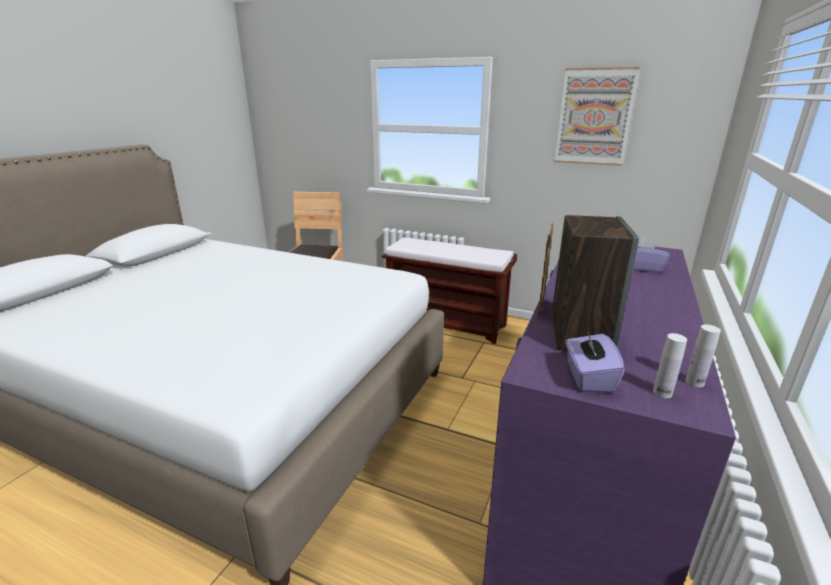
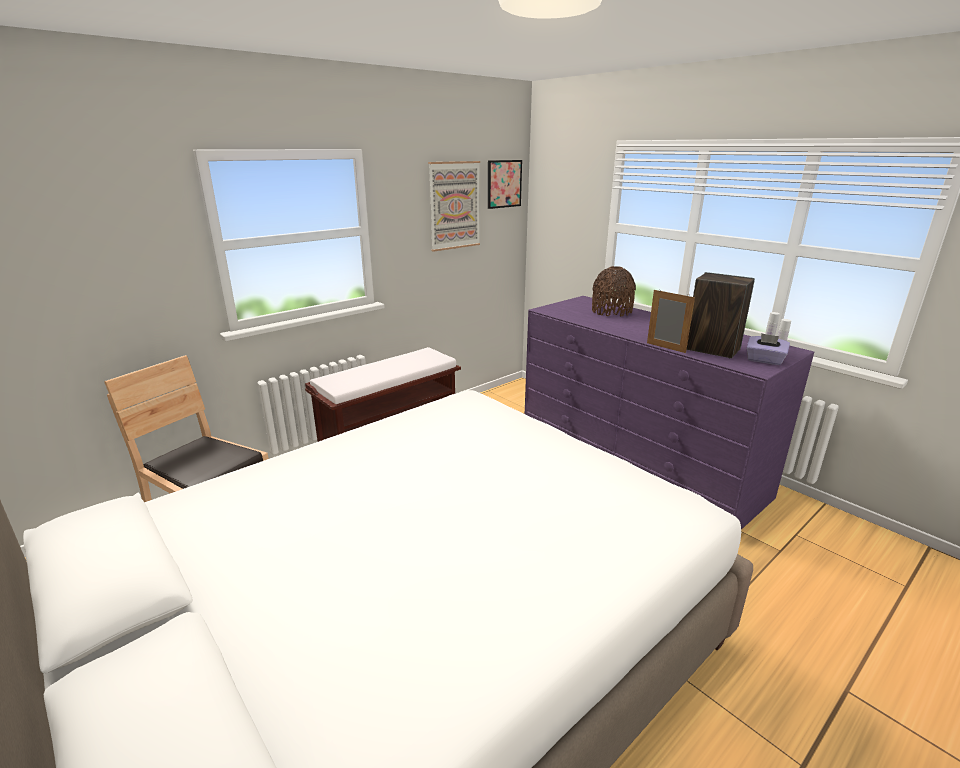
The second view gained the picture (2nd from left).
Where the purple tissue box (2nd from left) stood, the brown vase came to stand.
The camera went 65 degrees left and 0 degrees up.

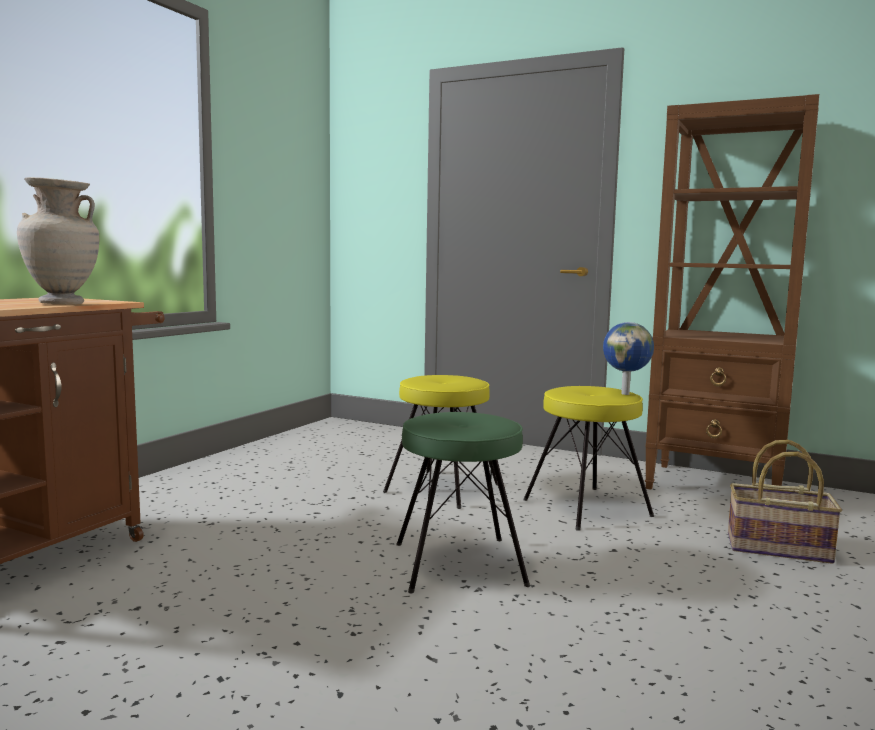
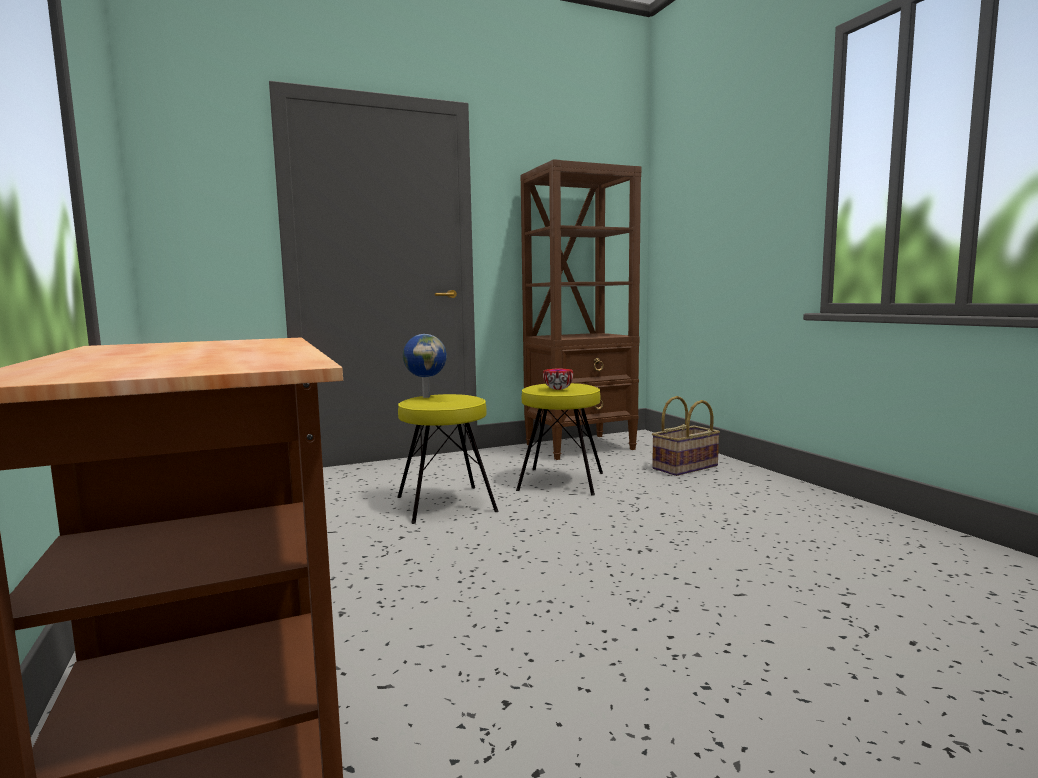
The globe ended up elsewhere.
The second view gained the bowl.
The second view lost the beige vase.
The second view lost the green stool.
The camera went 50 degrees left and 0 degrees up.

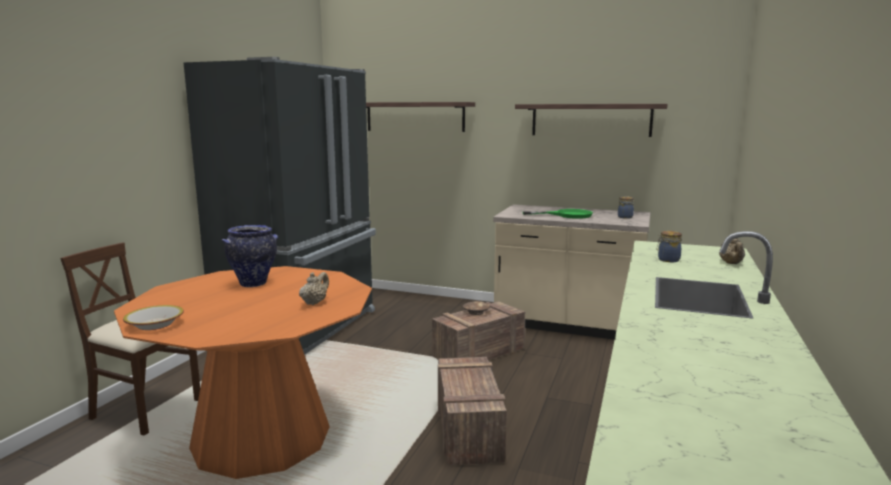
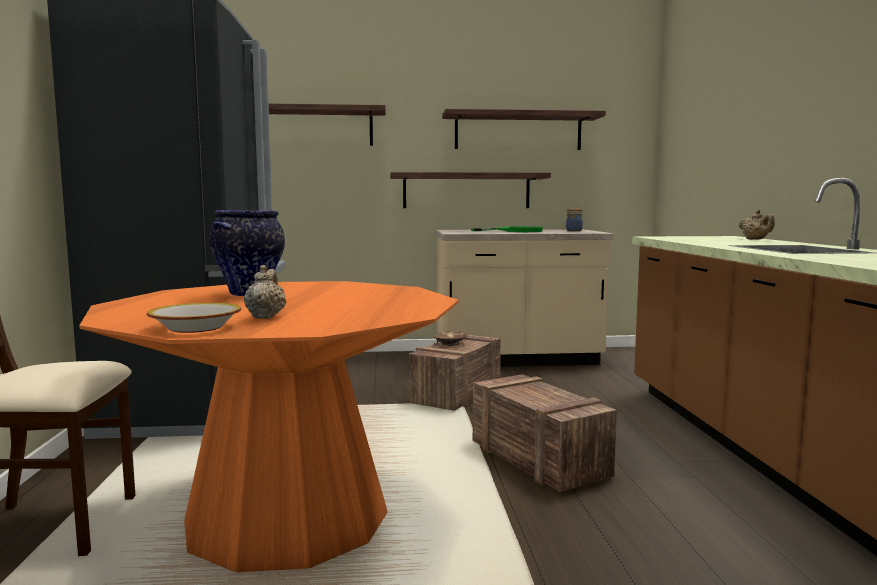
The beige teapot (1st from left) ended up elsewhere.
The second view gained the shelf (2nd from left).
The second view lost the jar (2nd from left).
The camera went 25 degrees left and 5 degrees down.

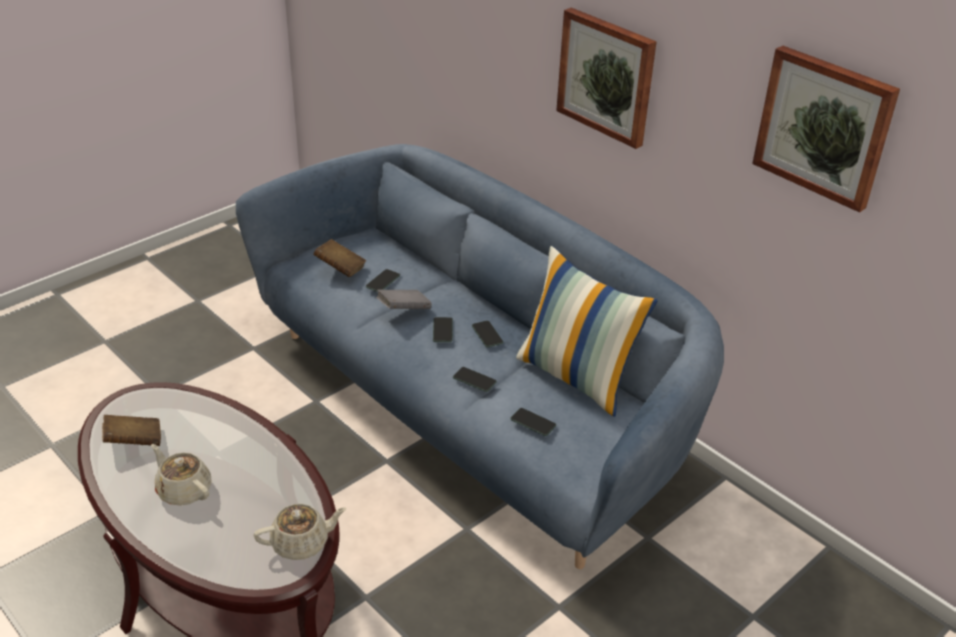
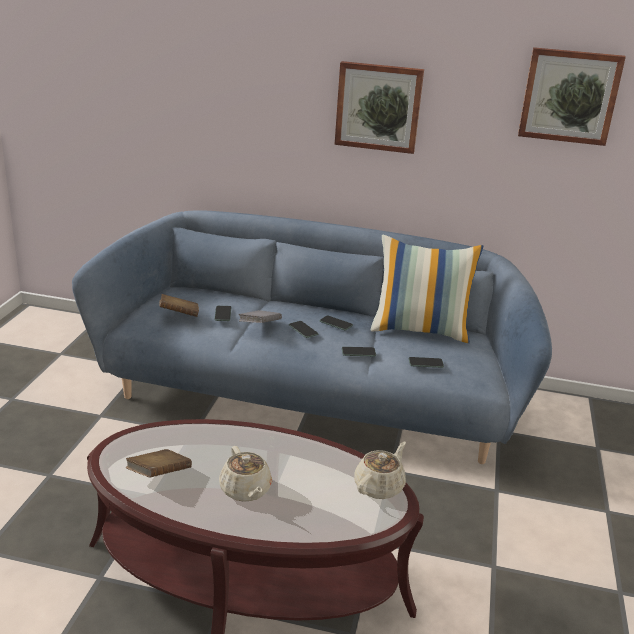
The beige teapot (1st from left) ended up facing another way, 120 degrees counterclockwise from before.
The camera went 35 degrees left and 10 degrees down.

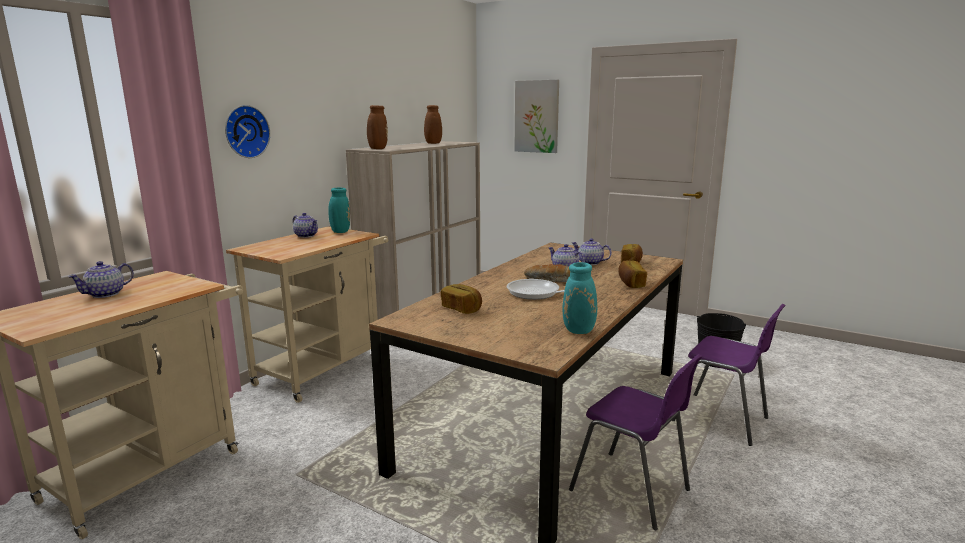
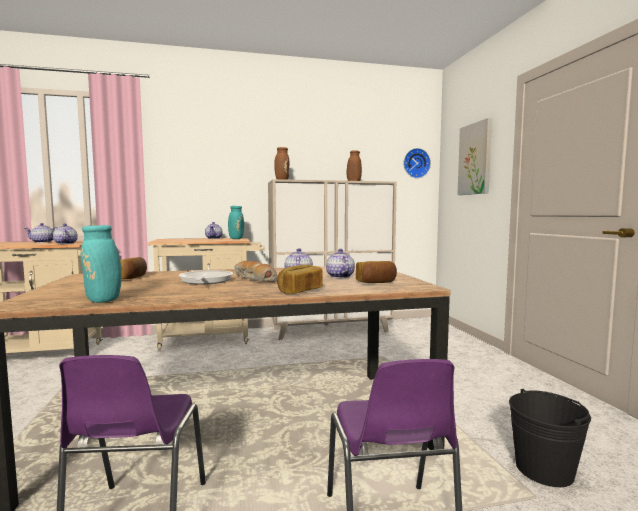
The second view gained the teapot (2nd from left).
The wall clock ended up elsewhere.
The camera went 45 degrees right and 10 degrees down.

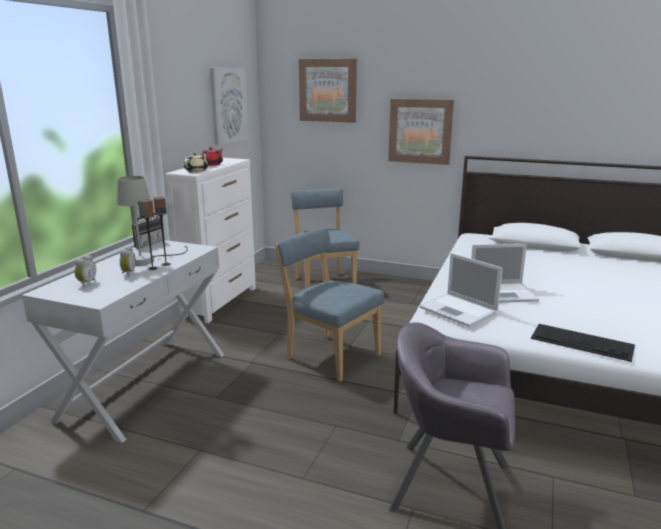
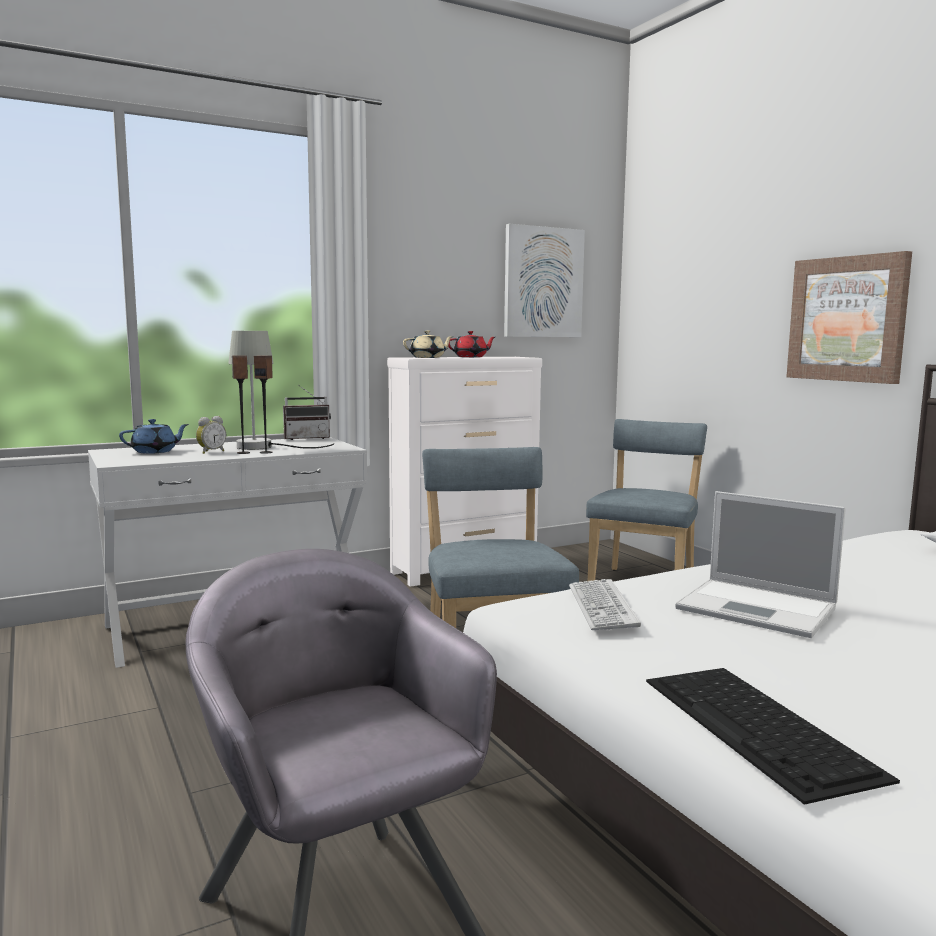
Where the alarm clock (1st from left) stood, the blue teapot came to stand.
Where the laptop (1st from left) stood, the keyboard (1st from left) came to stand.
The second view lost the picture (2nd from left).
The camera went 40 degrees right and 10 degrees down.

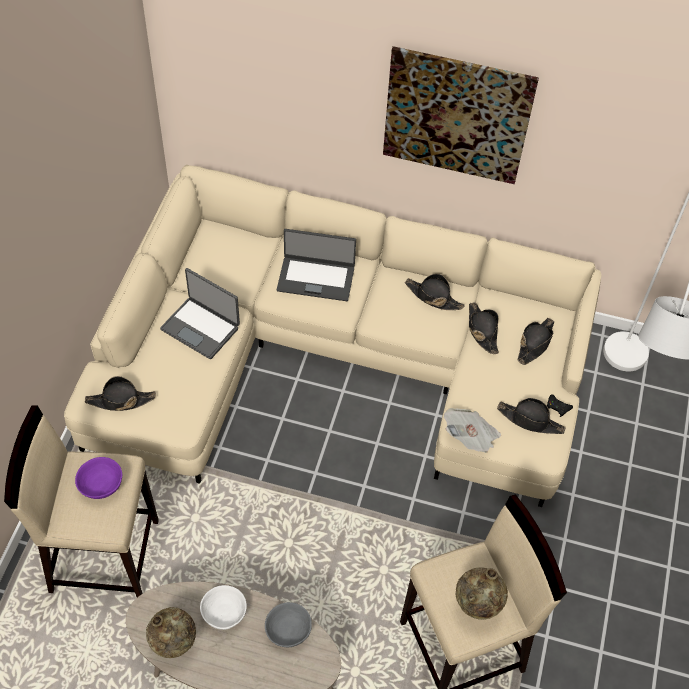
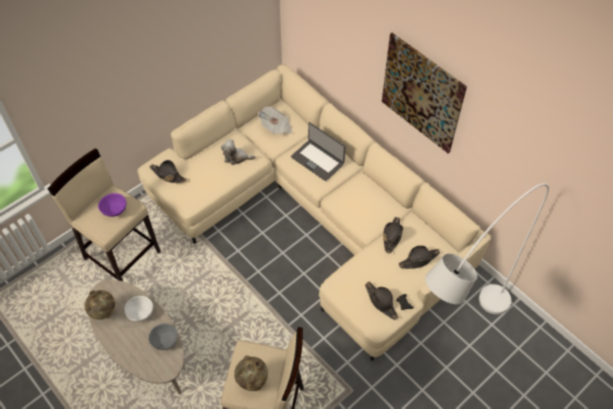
Where the laptop (1st from left) stood, the plush toy came to stand.
The newspaper ended up elsewhere.
The second view lost the black hat (2nd from left).
The camera went 35 degrees right and 0 degrees up.

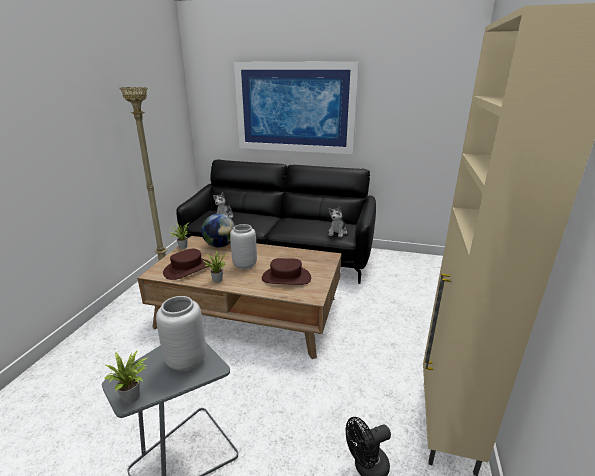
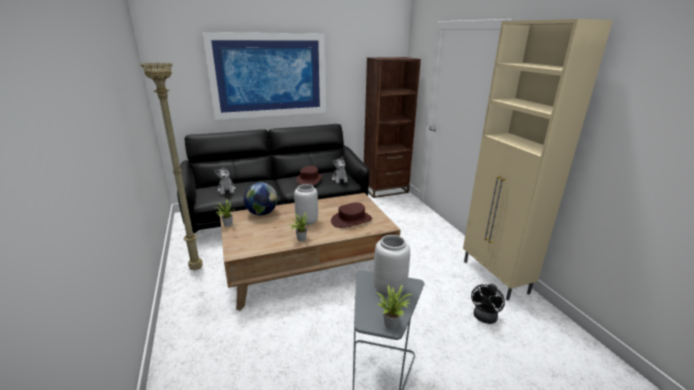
The brown hat (1st from left) ended up elsewhere.
The second view gained the brown bookcase.
The camera went 35 degrees left and 0 degrees up.

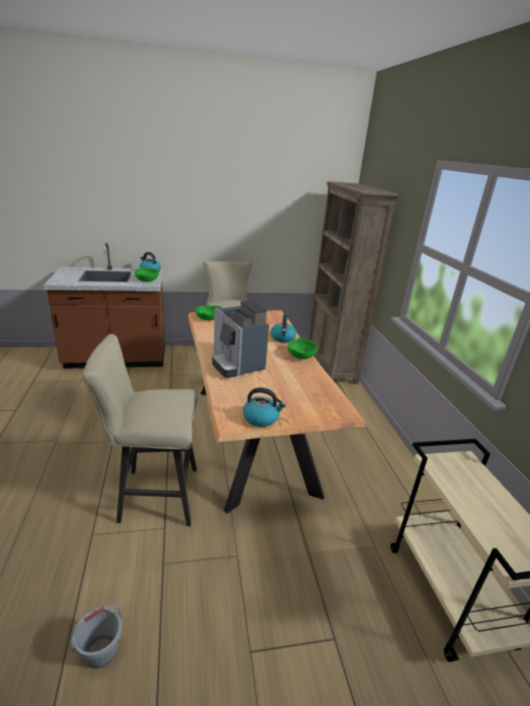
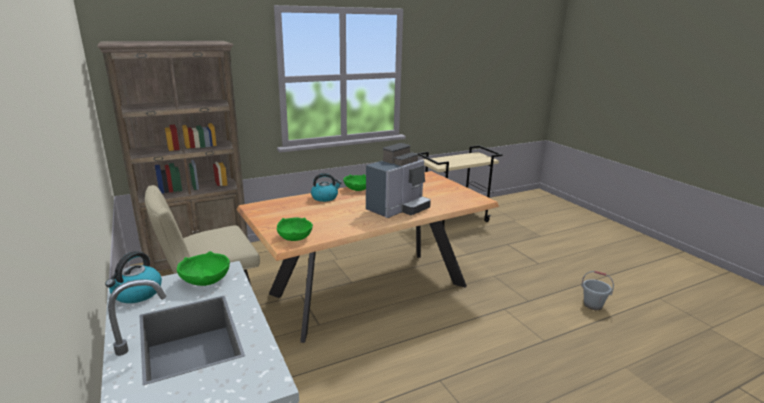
The second view lost the beige stool (1st from left).
The second view lost the kettle (2nd from left).
The camera went 105 degrees left and 5 degrees down.

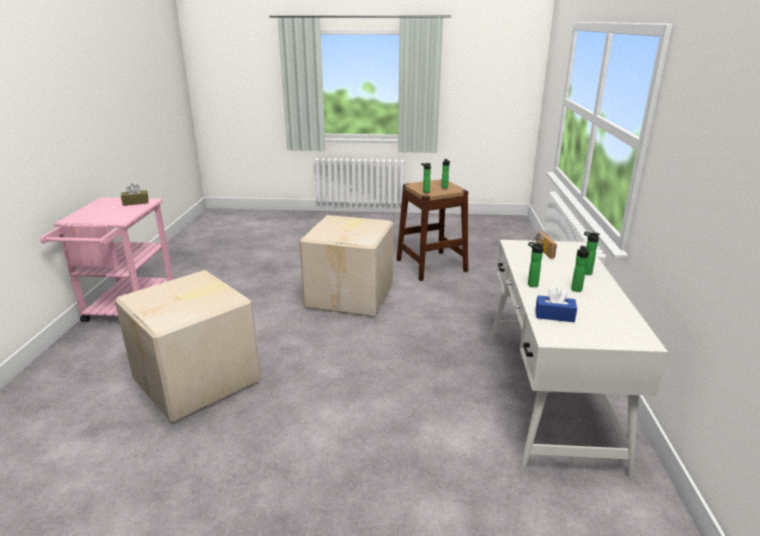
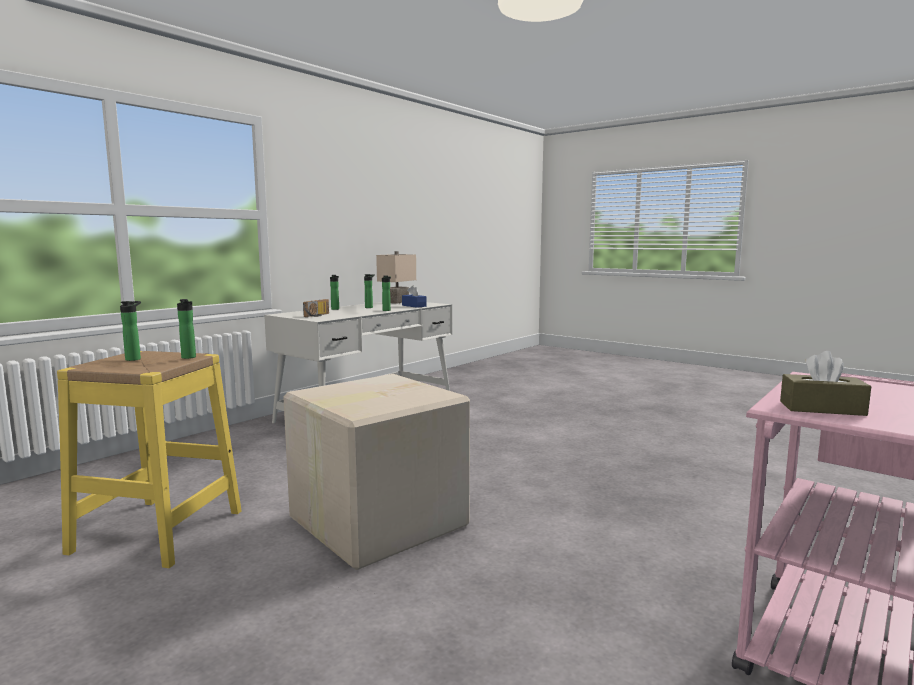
What was the brown stool turned into the yellow stool.
The second view gained the beige table lamp.
The second view lost the cardboard box (1st from left).
The camera went 145 degrees left and 15 degrees down.

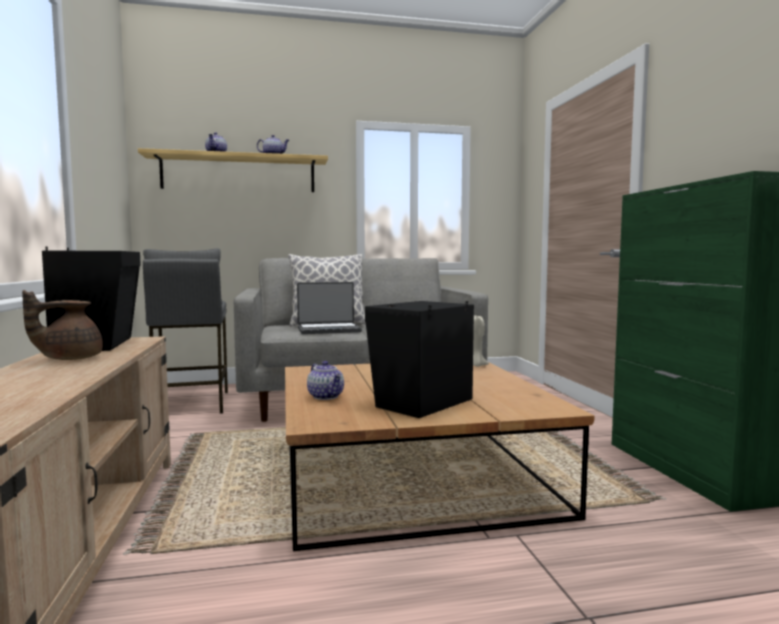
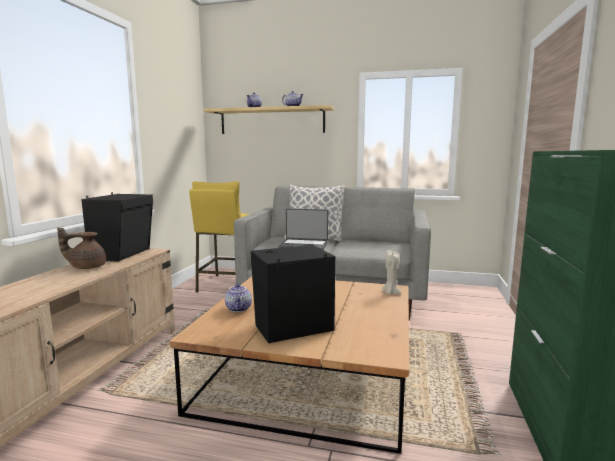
What was the grey stool turned into the yellow stool.
The camera went 25 degrees right and 5 degrees up.

